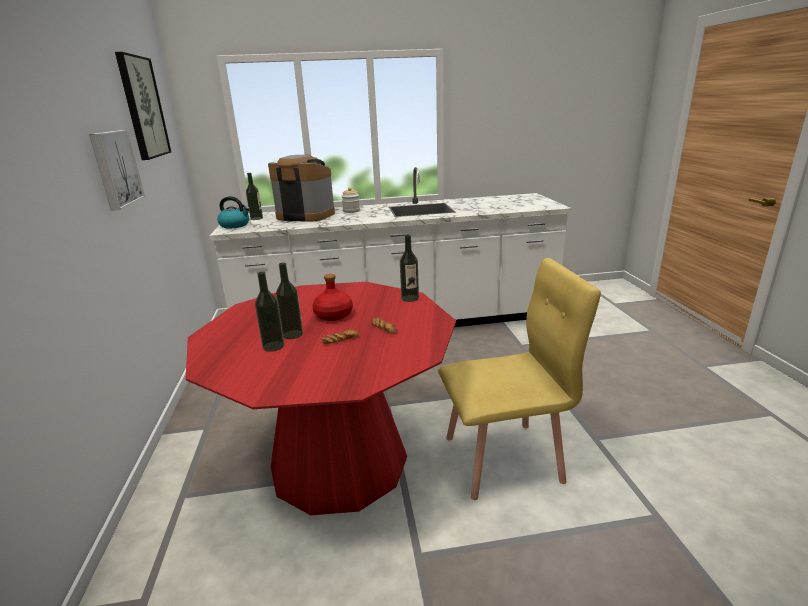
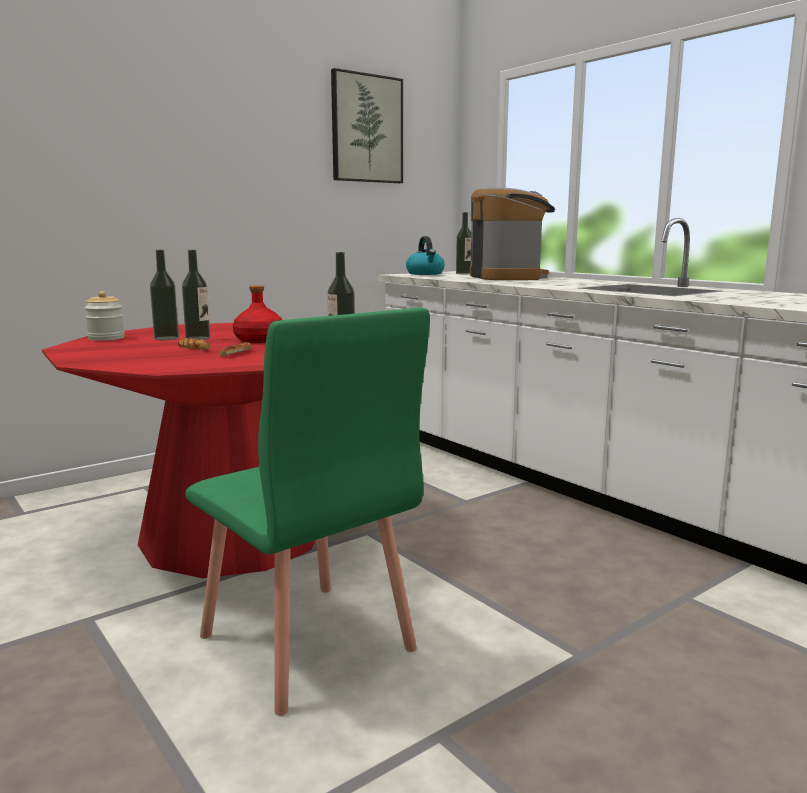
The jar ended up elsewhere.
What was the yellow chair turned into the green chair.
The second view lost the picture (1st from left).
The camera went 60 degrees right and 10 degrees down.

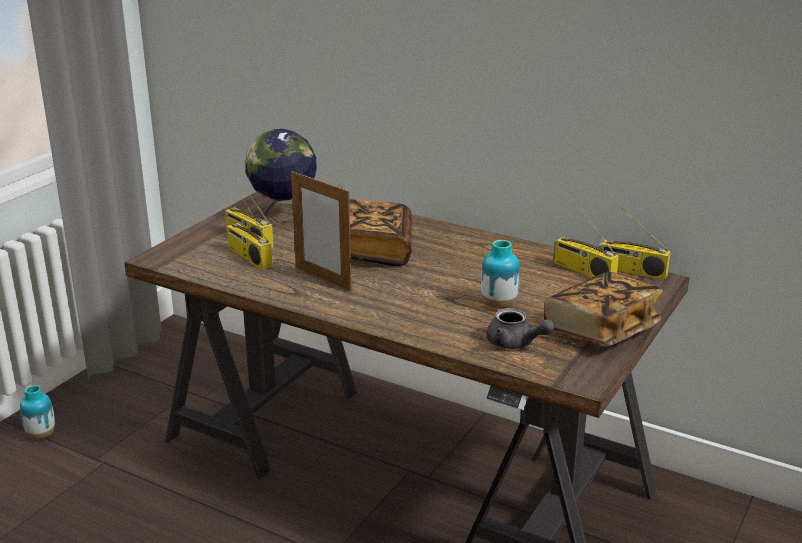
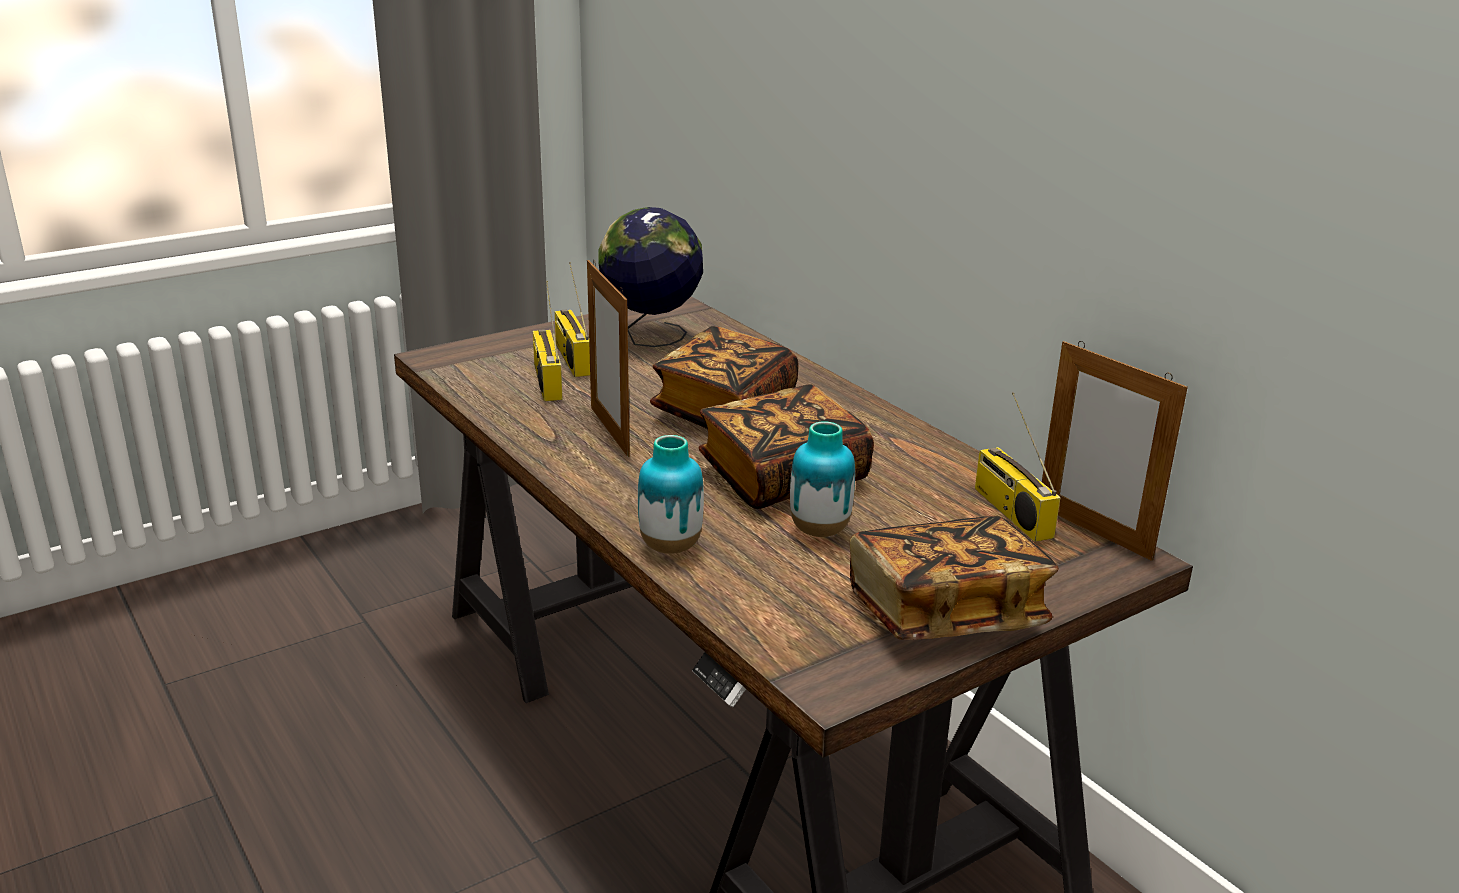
The vase (1st from left) ended up elsewhere.
The second view gained the book (2nd from left).
Where the radio (4th from left) stood, the picture frame (2nd from left) came to stand.
The second view lost the grey teapot.
The camera went 25 degrees right and 0 degrees up.

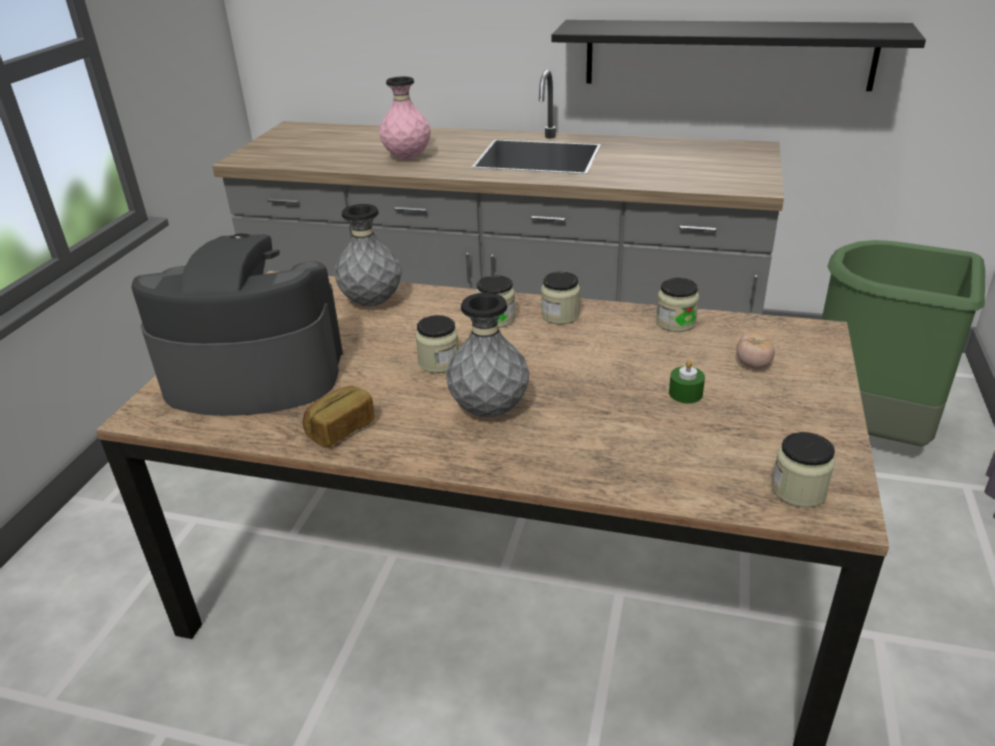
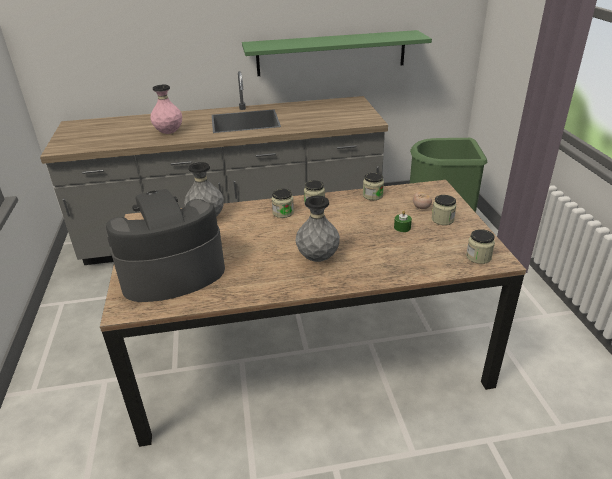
What was the black shelf turned into the green shelf.
The jar (1st from left in the first image) ended up elsewhere.
The second view lost the bread.
The camera went 25 degrees left and 0 degrees up.

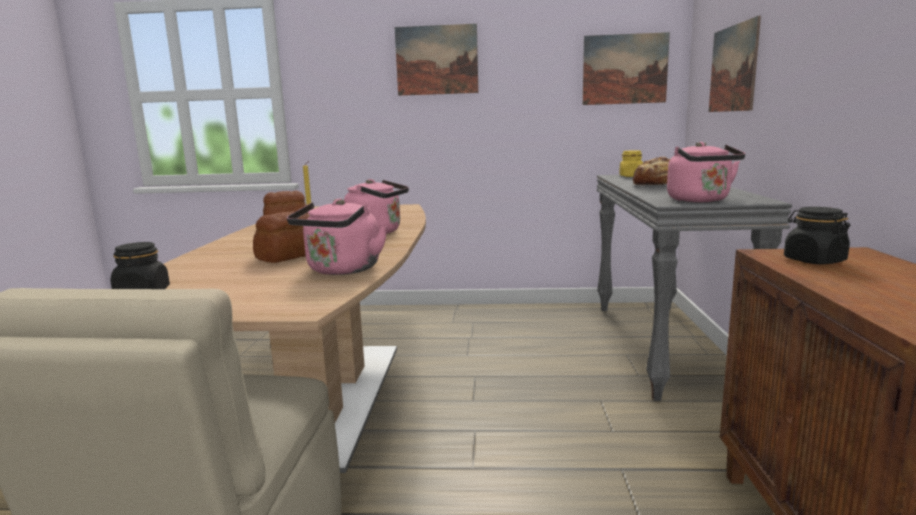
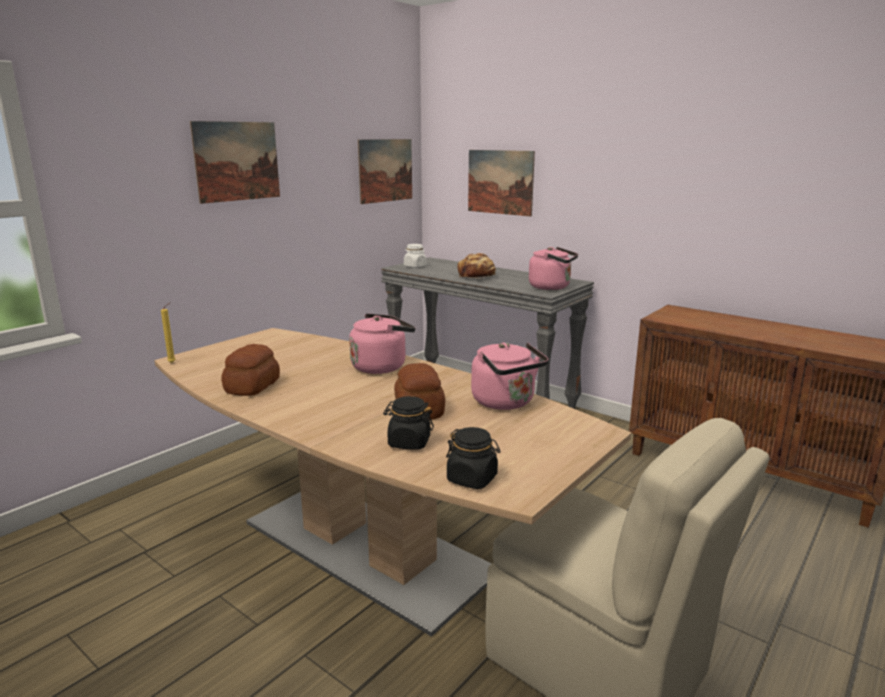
The black jar (2nd from left in the first image) ended up elsewhere.
What was the yellow jar turned into the white jar.
The camera went 55 degrees left and 5 degrees up.

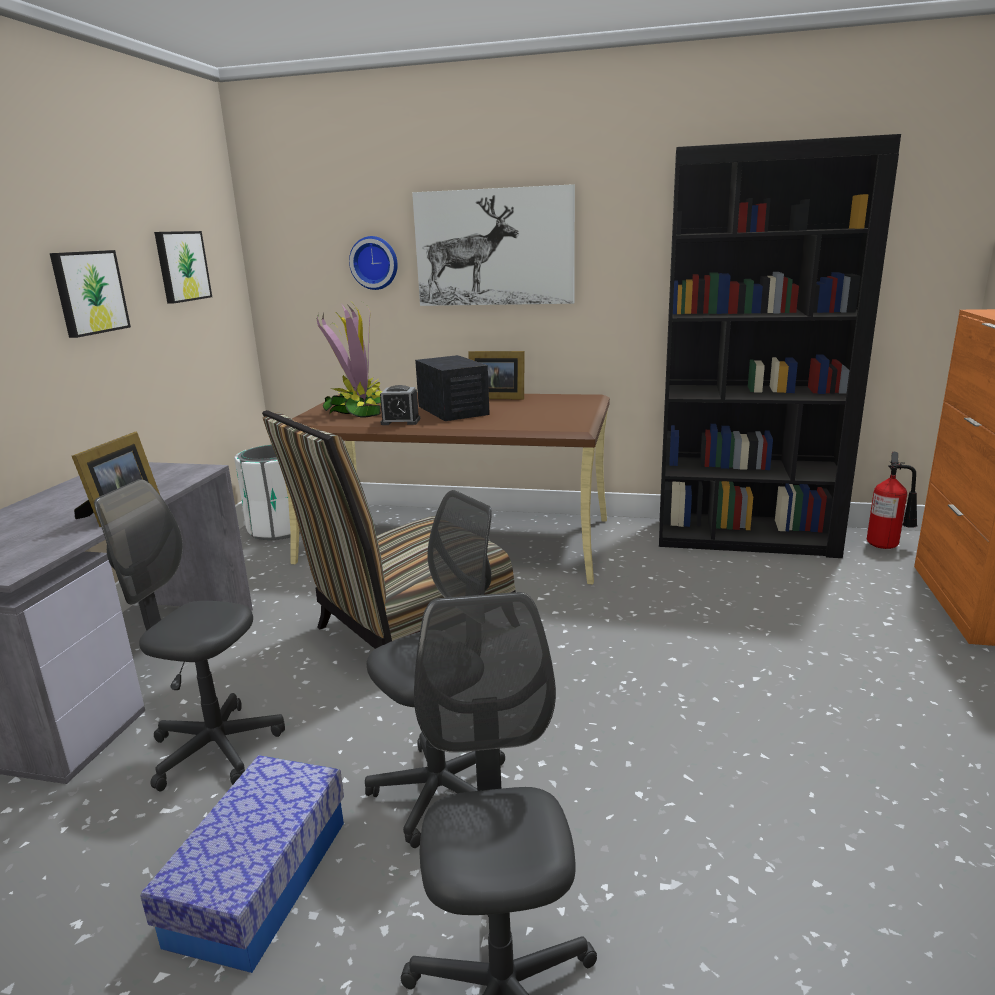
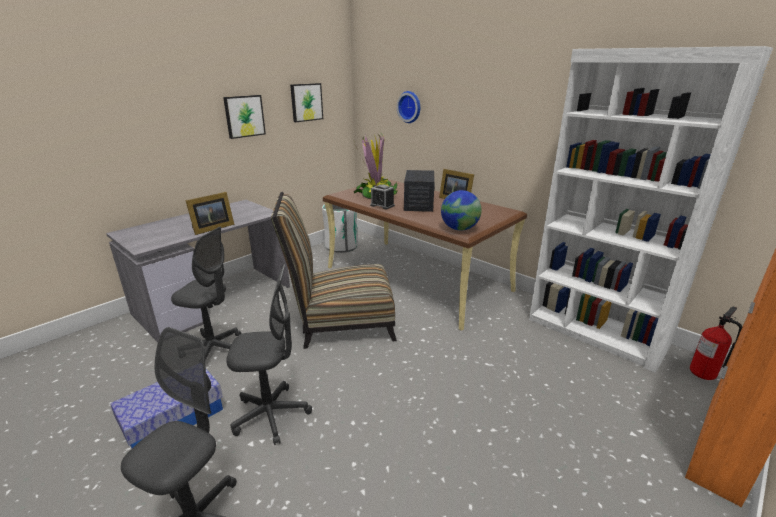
The grey office chair (1st from left in the first image) ended up facing another way, 150 degrees clockwise from before.
The second view gained the globe.
What was the black bookcase turned into the white bookcase.
The second view lost the picture (3rd from left).
The camera went 30 degrees right and 5 degrees up.

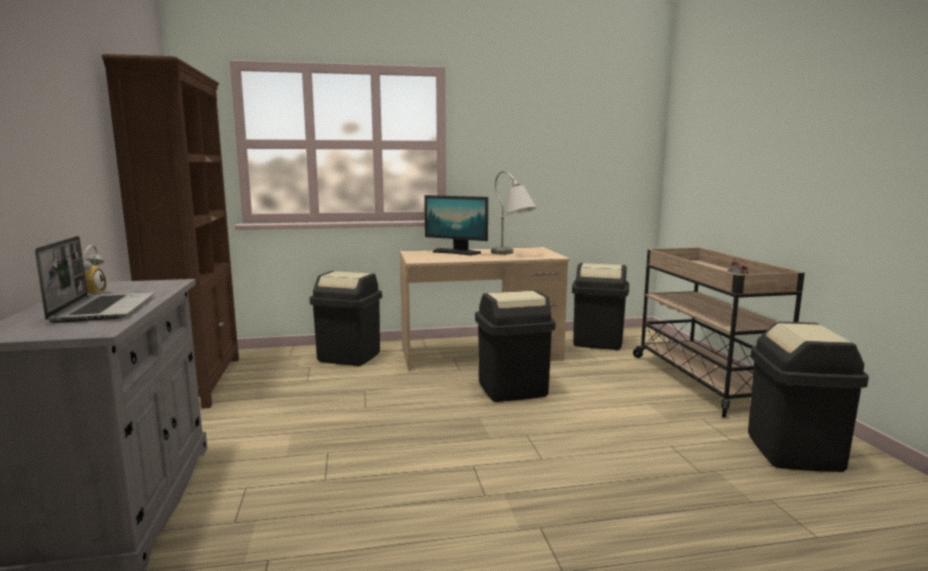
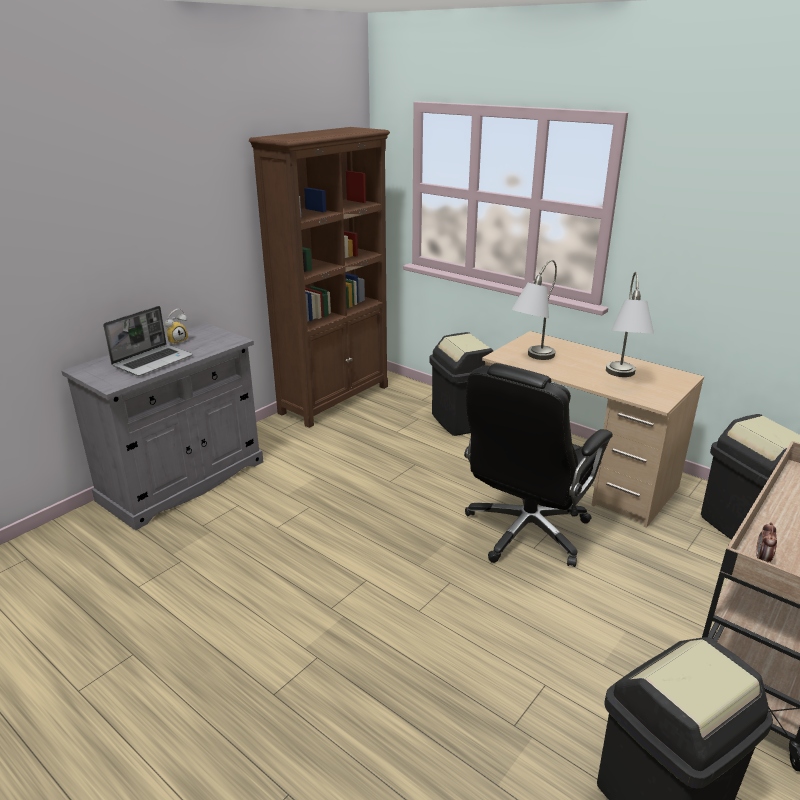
Where the black trash can (2nd from left) stood, the black office chair came to stand.
The second view gained the grey table lamp (1st from left).
The second view lost the monitor.
The camera went 50 degrees right and 15 degrees up.

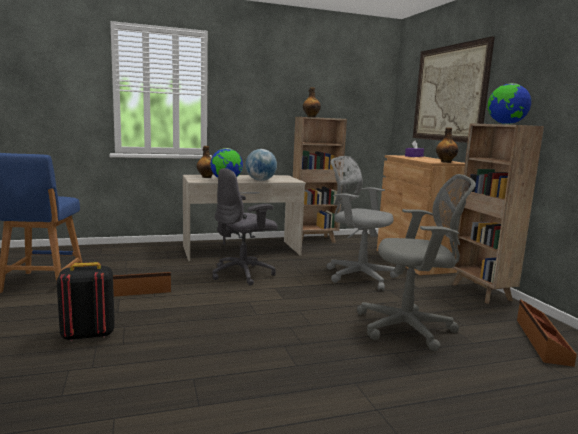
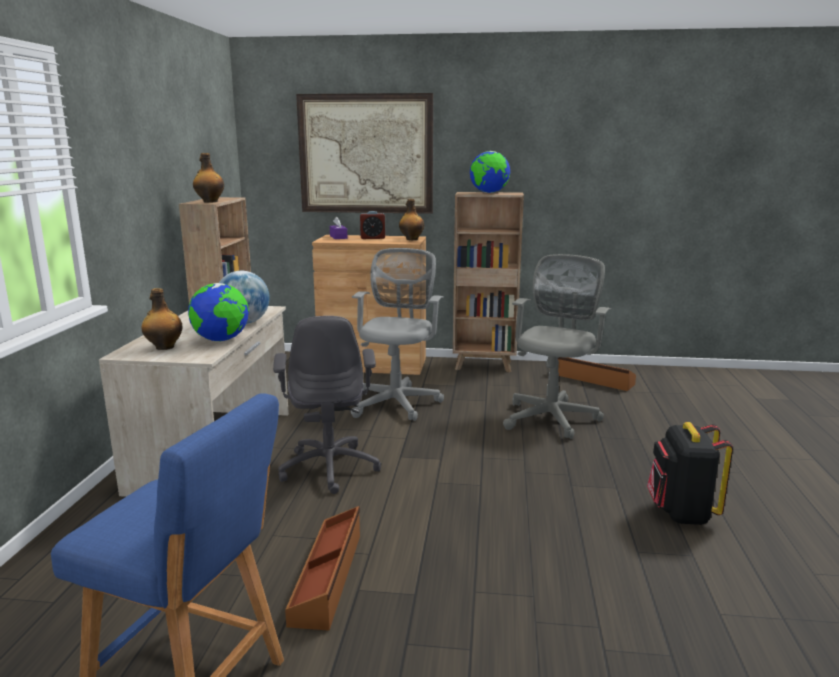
The grey office chair (2nd from left) ended up facing another way, 135 degrees clockwise from before.
The second view gained the alarm clock.
The black backpack ended up elsewhere.
The camera went 65 degrees left and 5 degrees up.

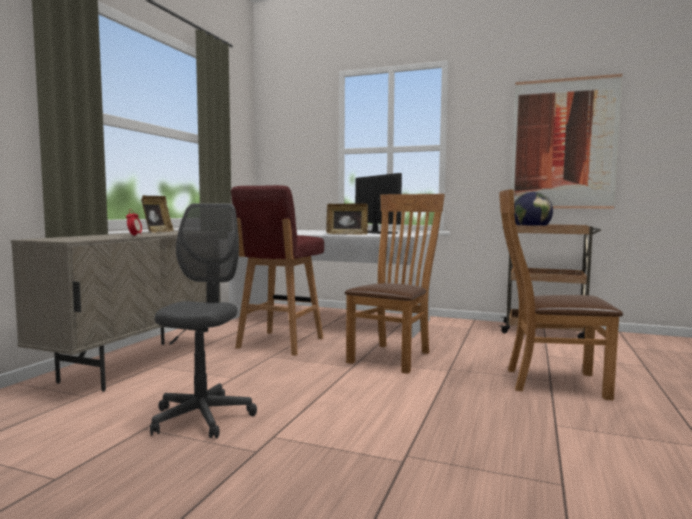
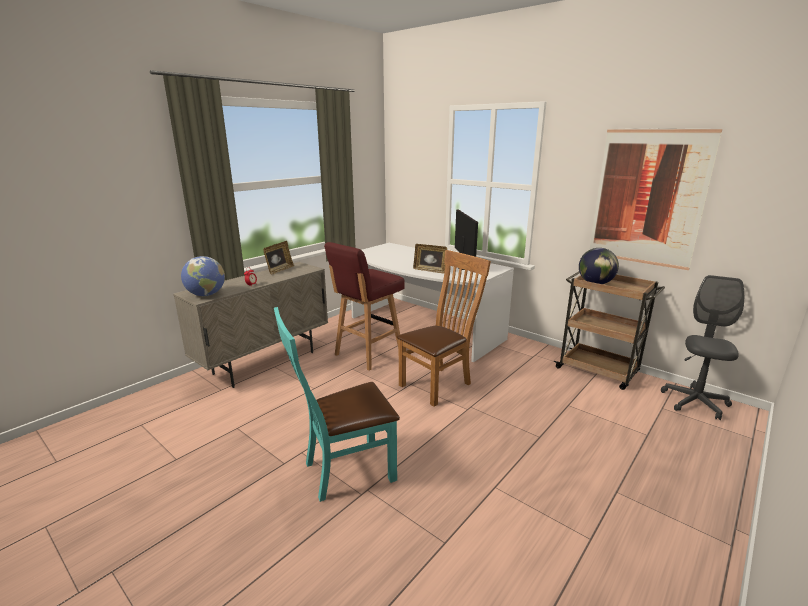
The second view gained the globe (1st from left).
The second view gained the turquoise chair.
The grey office chair ended up elsewhere.
The second view lost the brown chair (2nd from left).
The camera went 20 degrees right and 15 degrees up.

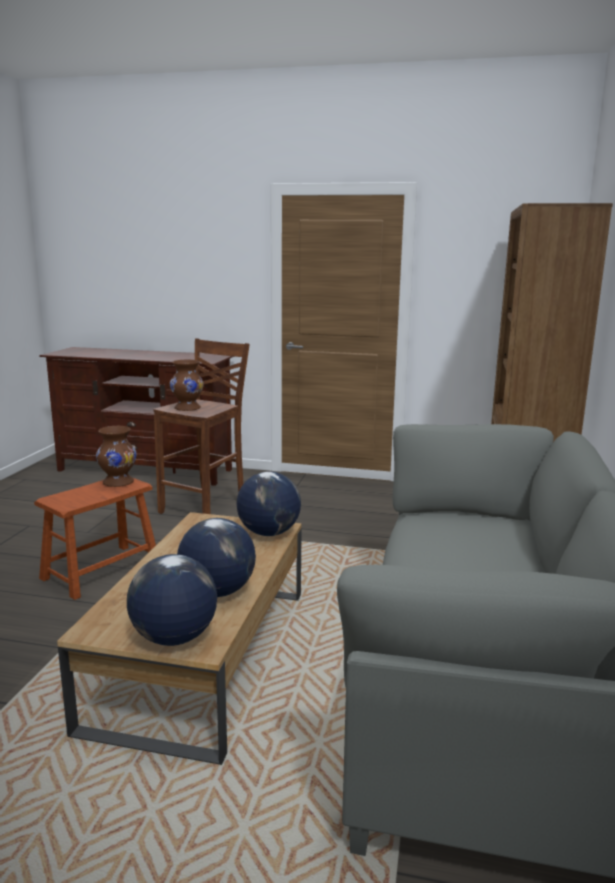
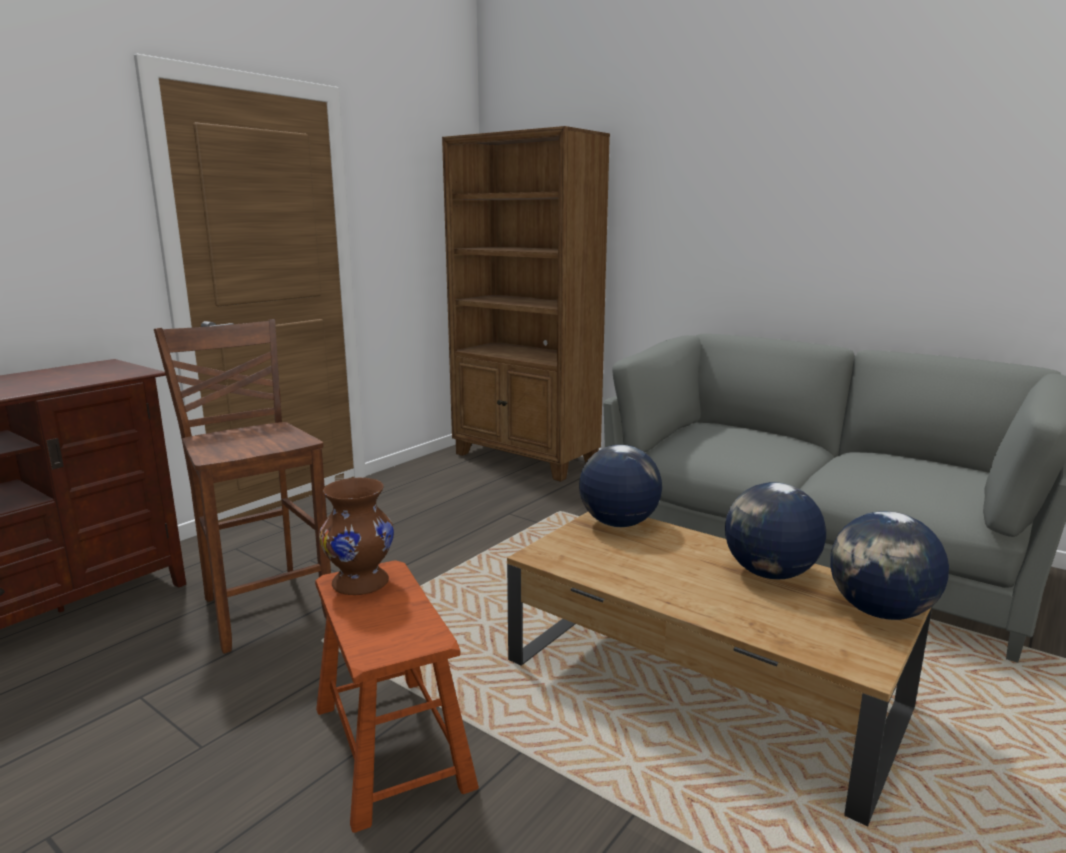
The second view lost the brown vase (2nd from left).
The camera went 65 degrees left and 0 degrees up.

